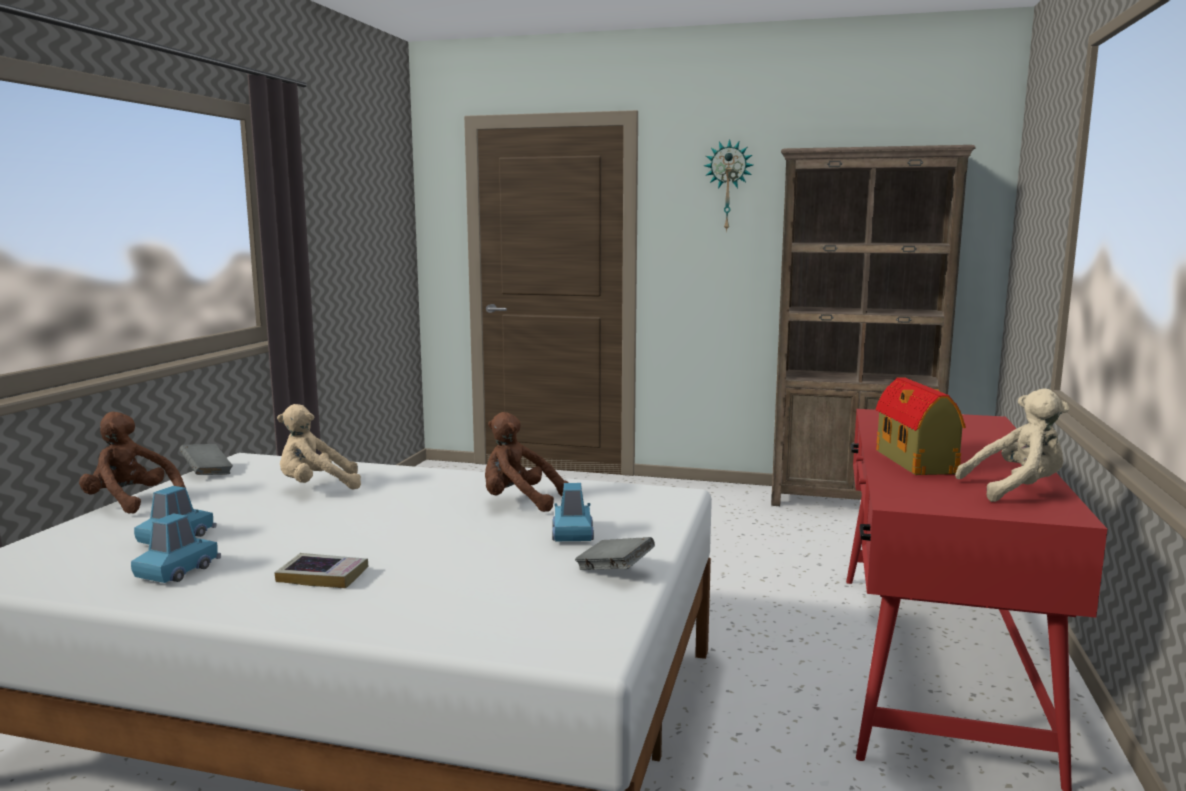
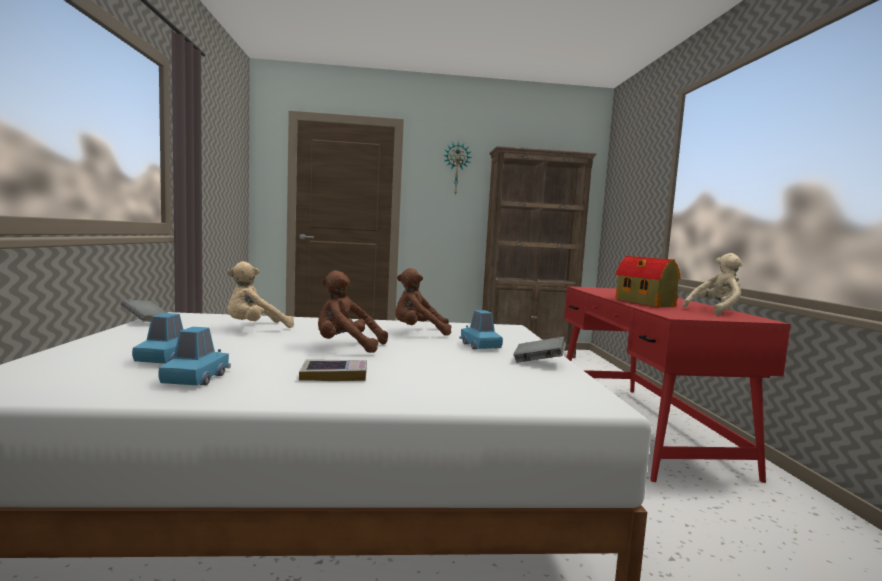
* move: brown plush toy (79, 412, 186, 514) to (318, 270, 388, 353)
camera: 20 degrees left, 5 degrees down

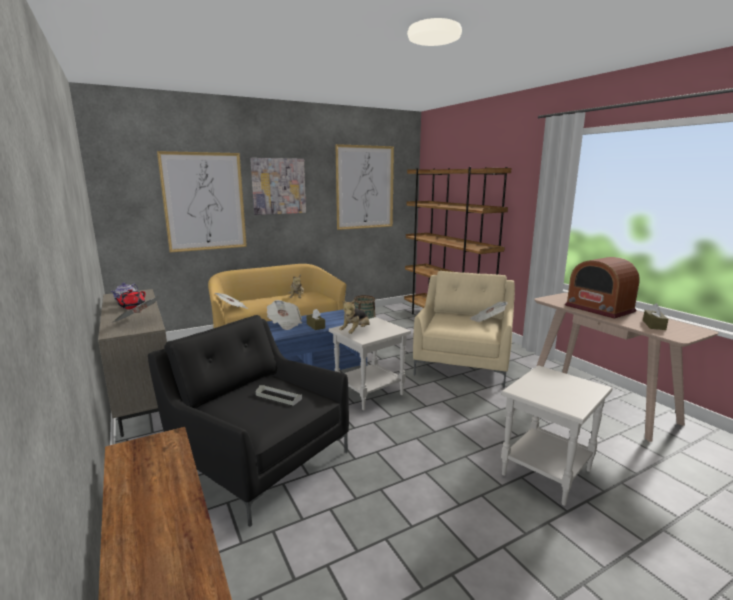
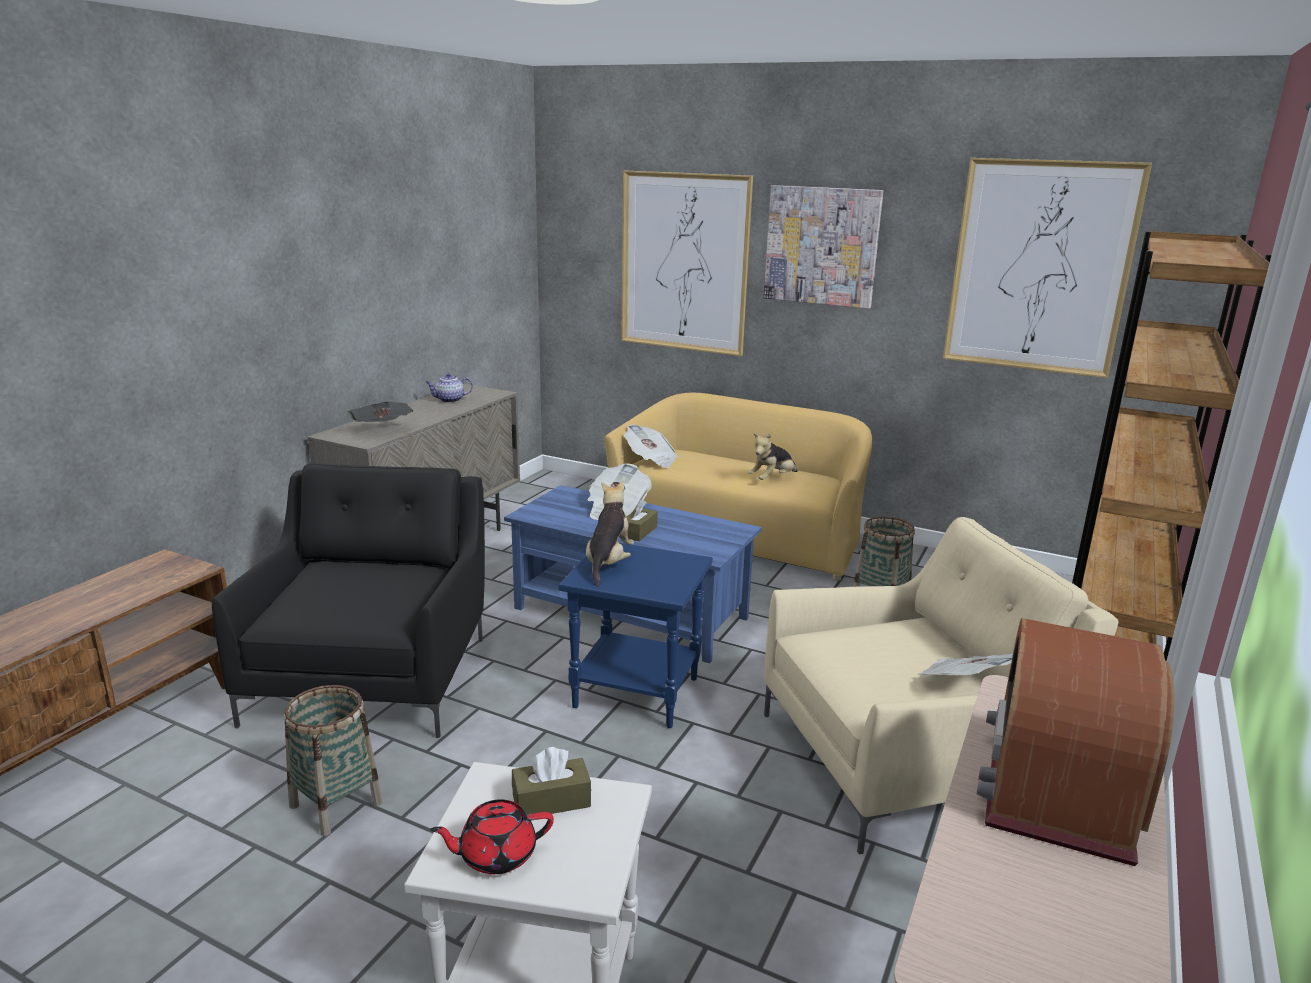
* move: red teapot (114, 289, 146, 309) to (430, 799, 554, 874)
* delete: grey tray (256, 385, 302, 406)
* recolor: white side table (329, 317, 411, 410) to blue side table (559, 543, 713, 728)
* rotate: plush toy (339, 300, 369, 334) = (586, 481, 634, 587) 105 degrees clockwise
* move: brown tissue box (643, 303, 668, 330) to (512, 747, 591, 814)
* insert: basket (284, 685, 383, 836)
camera: 55 degrees right, 5 degrees up

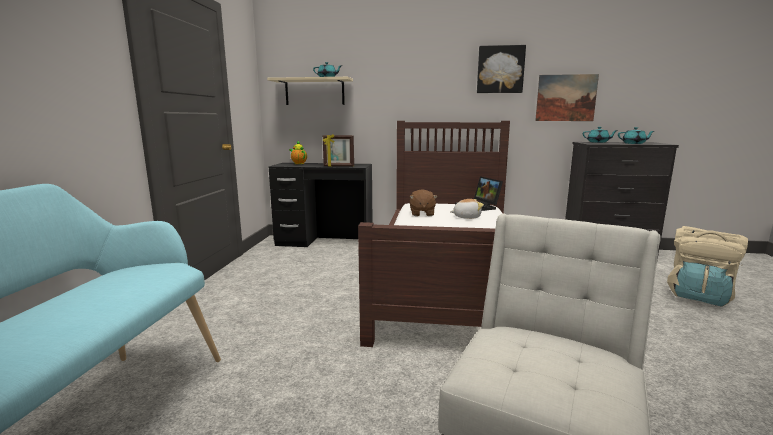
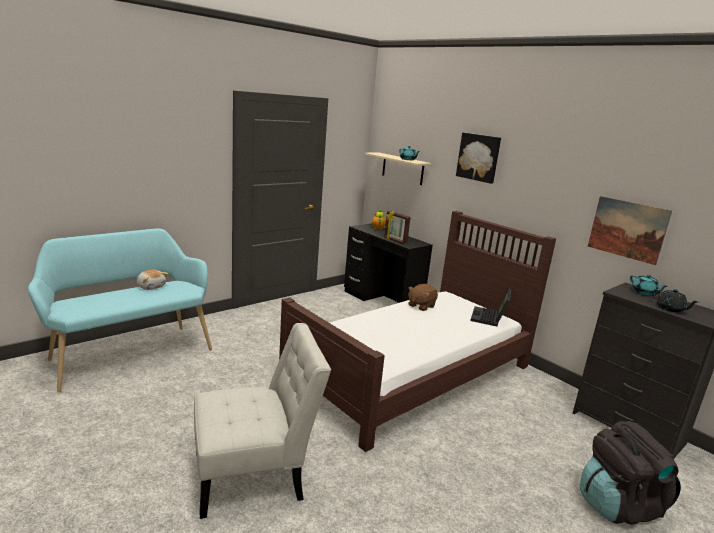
* move: plush toy (450, 199, 484, 219) to (137, 270, 168, 290)
* move: picture (477, 45, 526, 93) to (456, 133, 501, 184)
* recolor: turquoise teapot (618, 127, 654, 144) to black teapot (653, 289, 698, 312)
* recolor: beige backpack (667, 226, 748, 307) to black backpack (580, 421, 681, 525)
camera: 40 degrees right, 5 degrees up

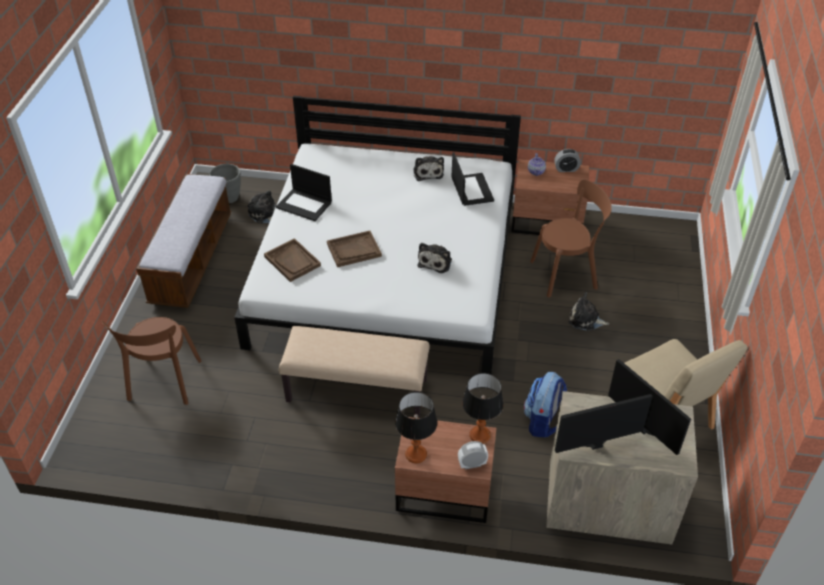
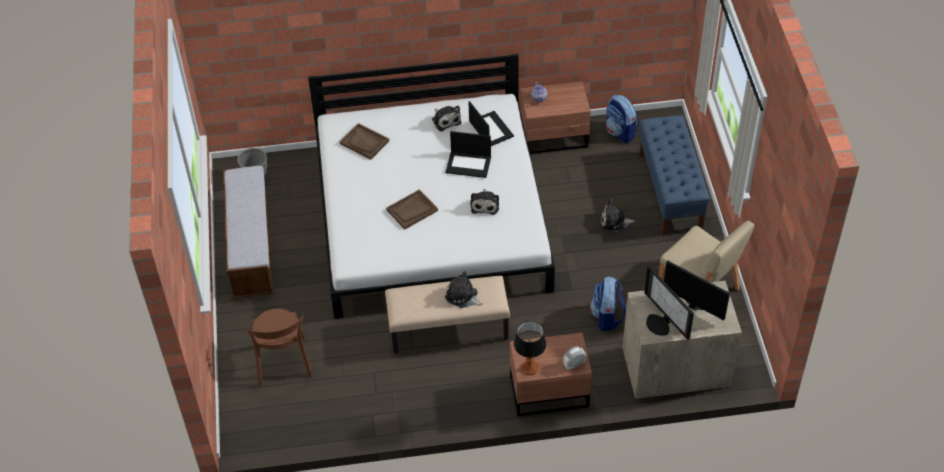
* move: plush toy (248, 190, 276, 223) to (445, 271, 482, 308)
* move: brown tray (264, 238, 321, 282) to (340, 123, 389, 160)
* move: laptop (276, 164, 332, 221) to (446, 131, 491, 178)
* delete: table lamp (462, 373, 504, 444)
* delete: brown chair (530, 179, 612, 297)
* delete: alarm clock (554, 149, 581, 172)
* rotate: monitor (555, 394, 653, 453) = (644, 266, 694, 340) 90 degrees counterclockwise
* insert: backpack (606, 95, 639, 143)
* insert: blue bench (639, 116, 710, 236)
camera: 15 degrees left, 5 degrees up

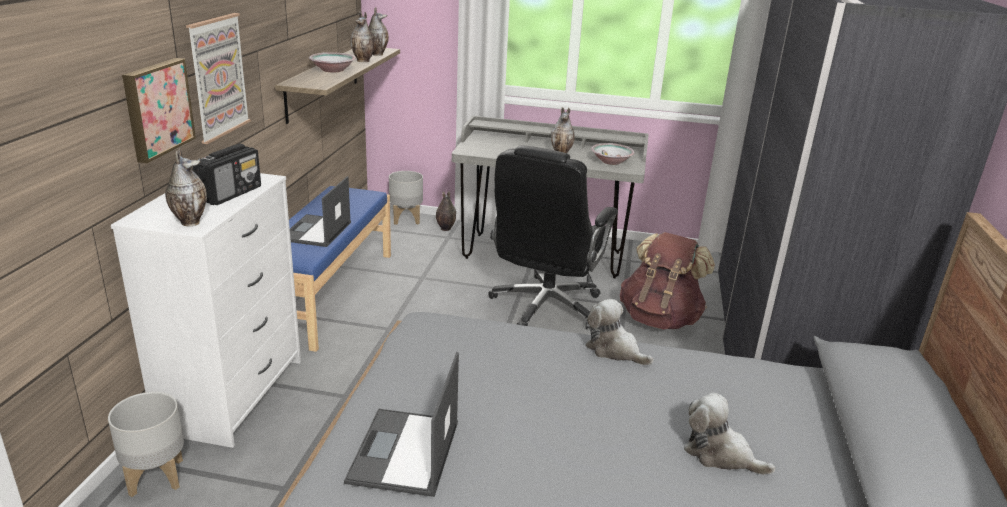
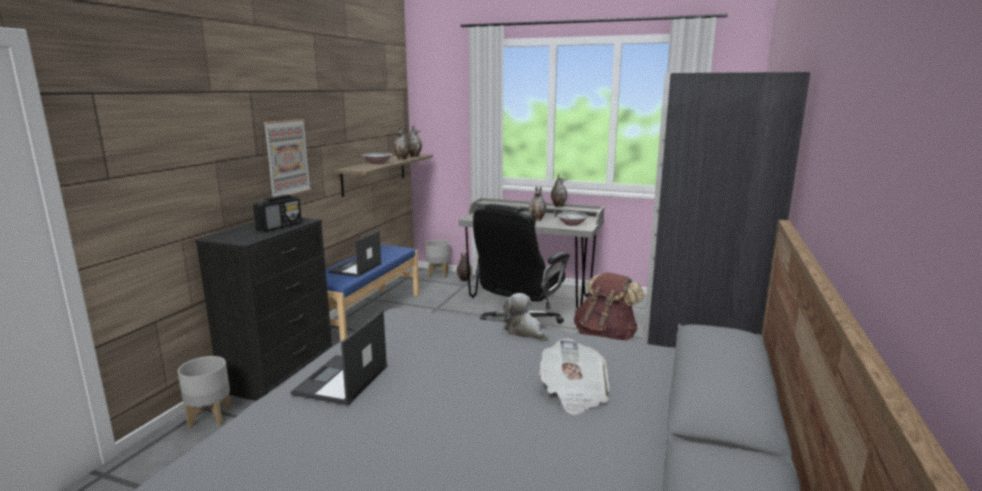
* recolor: white dresser (111, 173, 301, 448) to black dresser (195, 218, 332, 401)
* delete: picture (122, 58, 196, 163)
* move: vase (165, 148, 207, 226) to (551, 174, 567, 207)
* replace: plush toy (684, 393, 775, 475) to newspaper (539, 339, 609, 415)
camera: 10 degrees right, 10 degrees down

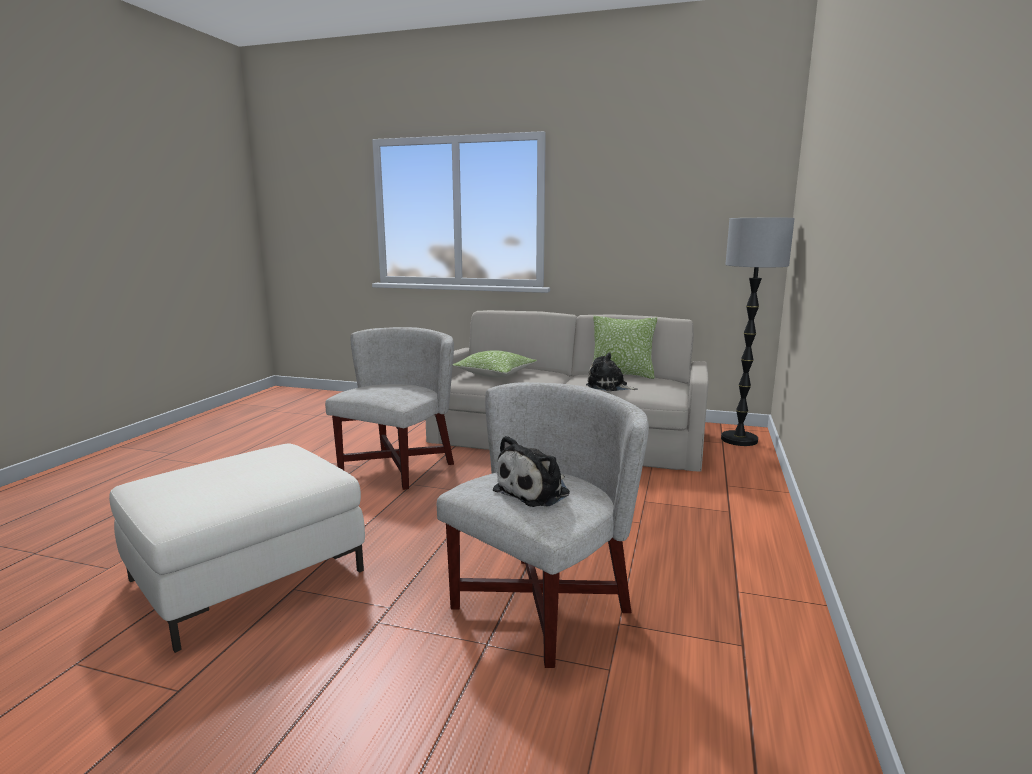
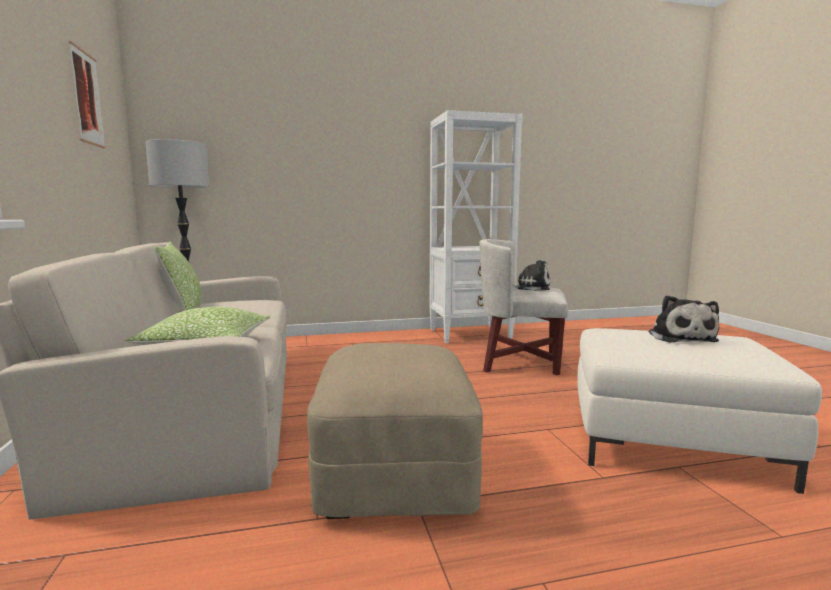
* replace: white armchair (325, 327, 454, 490) to beige ottoman (307, 343, 483, 519)
* move: plush toy (586, 353, 638, 391) to (649, 295, 719, 342)
* insert: picture (69, 41, 106, 148)
* insert: white bookcase (430, 110, 523, 343)
camera: 120 degrees left, 5 degrees down

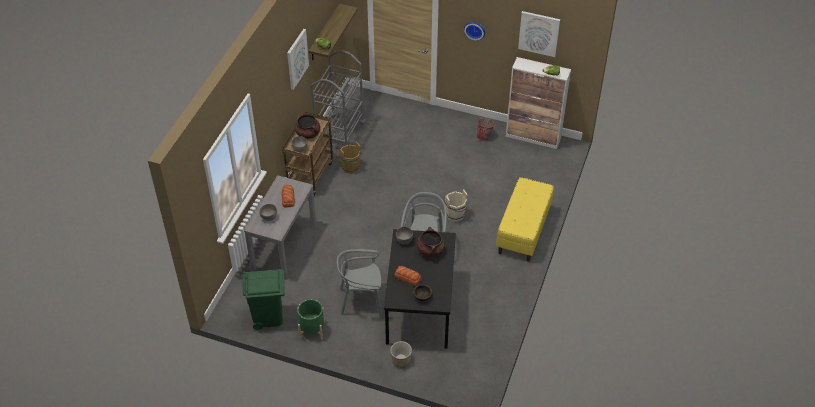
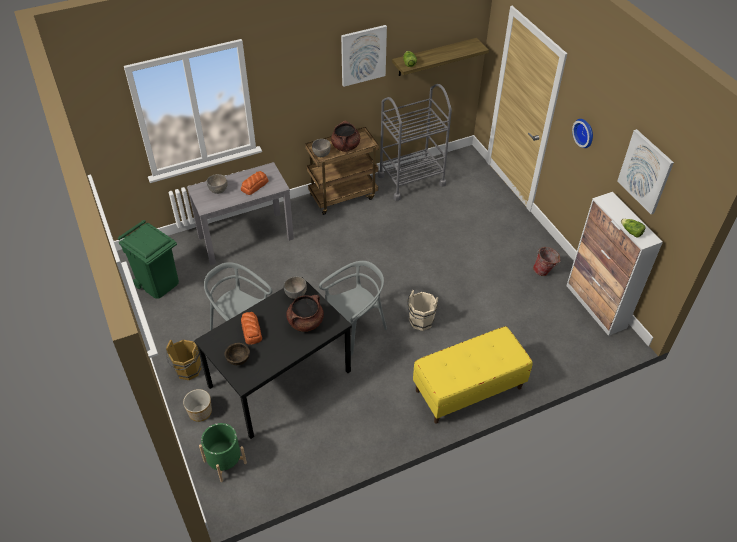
* move: green planter (297, 299, 325, 340) to (199, 423, 247, 482)
* move: brown bucket (339, 141, 362, 174) to (166, 339, 202, 380)
camera: 45 degrees right, 0 degrees up

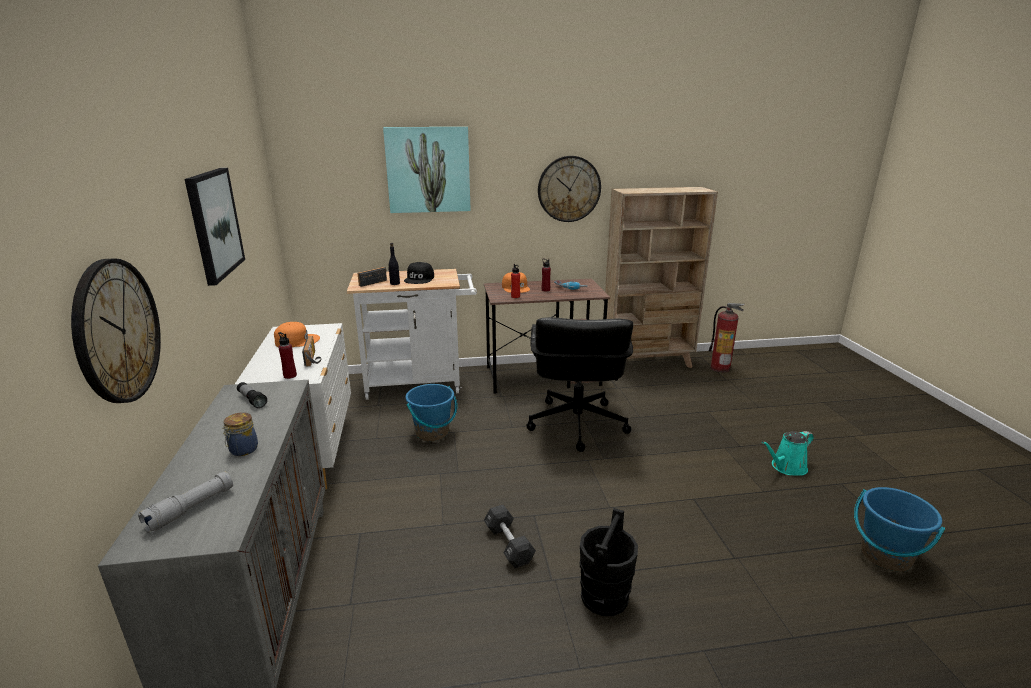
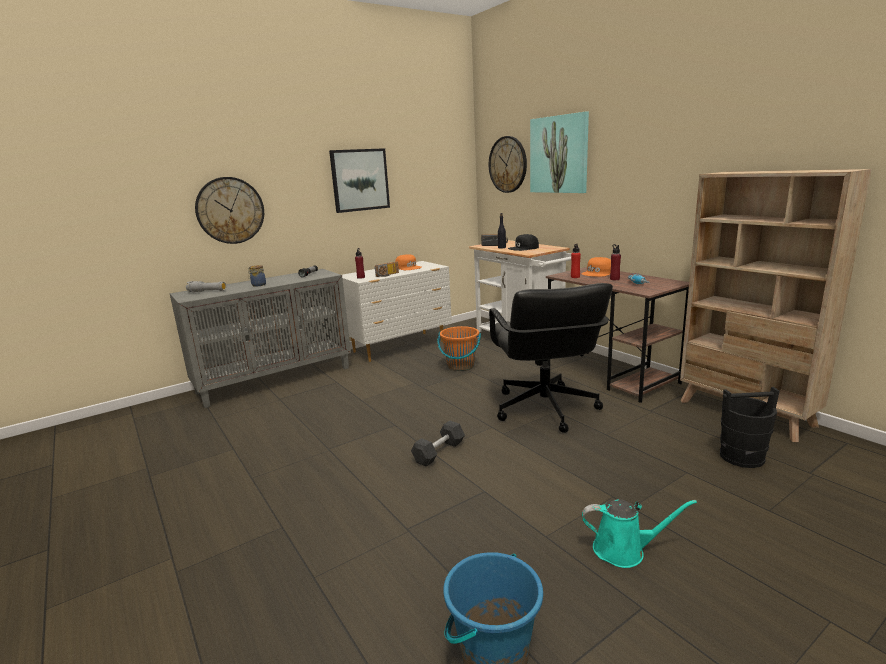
* recolor: blue bucket (406, 384, 457, 441) to orange bucket (438, 326, 481, 371)
* move: black dumbbell (484, 505, 536, 568) to (411, 421, 465, 467)
* rotate: black office chair (526, 317, 633, 452) = (489, 283, 613, 433) 75 degrees counterclockwise
* move: wall clock (538, 156, 601, 222) to (489, 136, 527, 193)
* move: black bucket (580, 508, 638, 616) to (720, 387, 780, 468)
* delete: fire extinguisher (709, 303, 745, 372)
* rotate: turquoise watering can (762, 431, 814, 476) = (582, 499, 697, 568) 150 degrees clockwise
camera: 65 degrees right, 5 degrees down

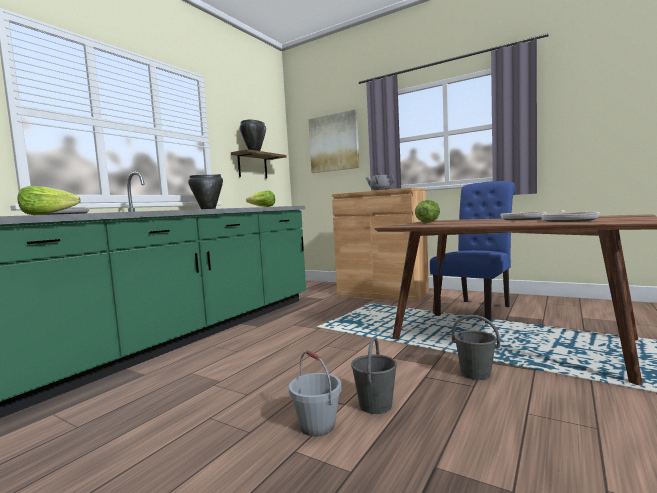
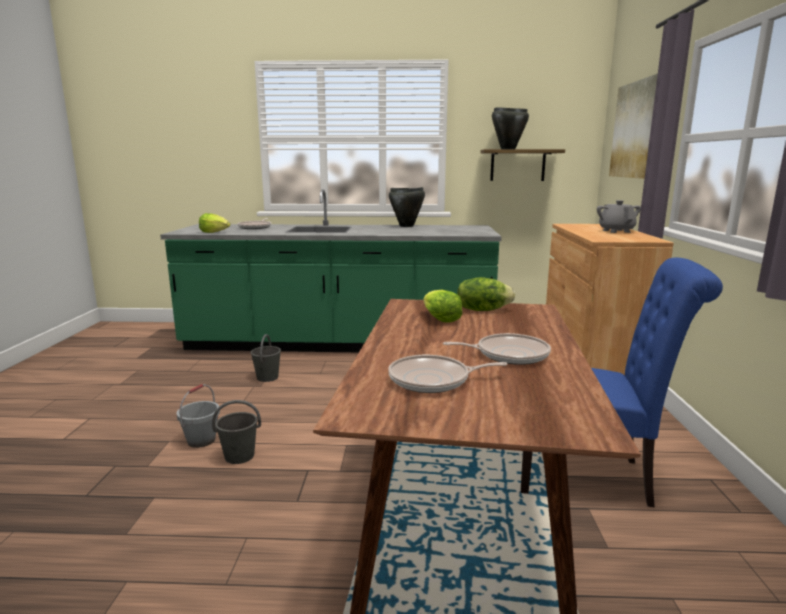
* move: lettuce (246, 190, 275, 207) to (424, 290, 462, 323)
* move: grey bucket (452, 315, 500, 380) to (251, 334, 281, 382)
camera: 60 degrees right, 10 degrees up

